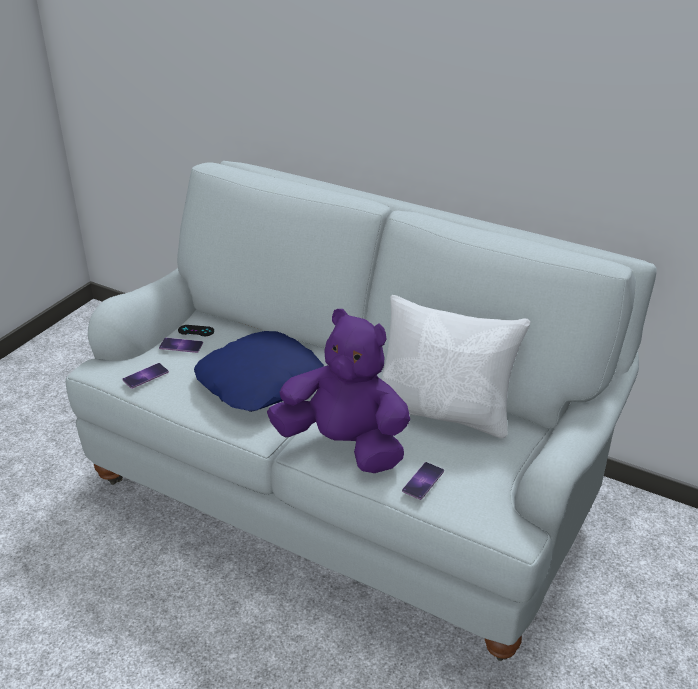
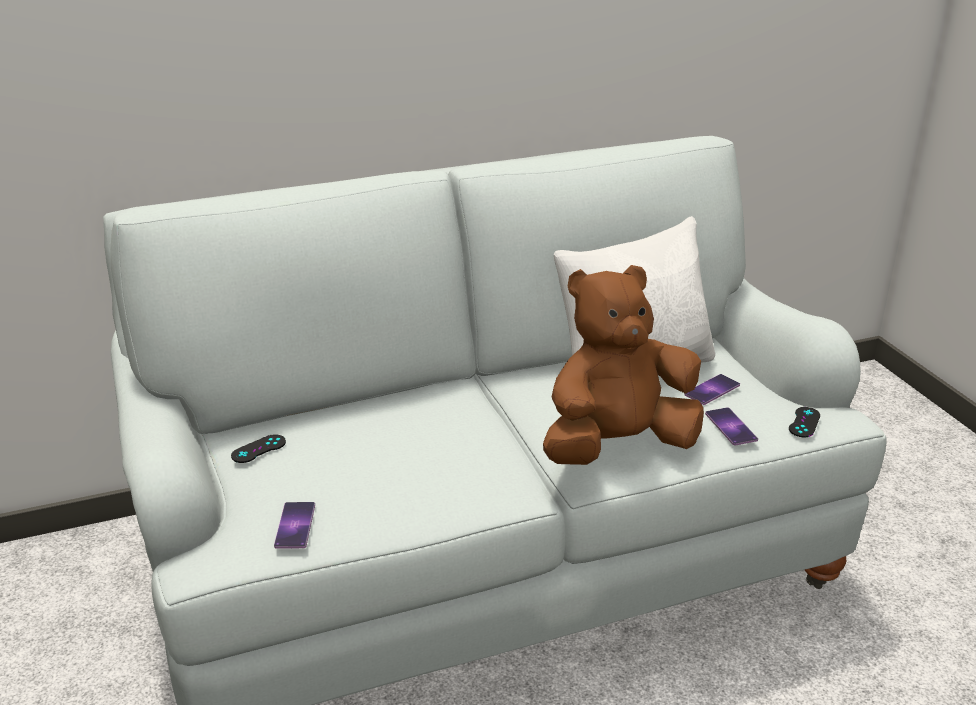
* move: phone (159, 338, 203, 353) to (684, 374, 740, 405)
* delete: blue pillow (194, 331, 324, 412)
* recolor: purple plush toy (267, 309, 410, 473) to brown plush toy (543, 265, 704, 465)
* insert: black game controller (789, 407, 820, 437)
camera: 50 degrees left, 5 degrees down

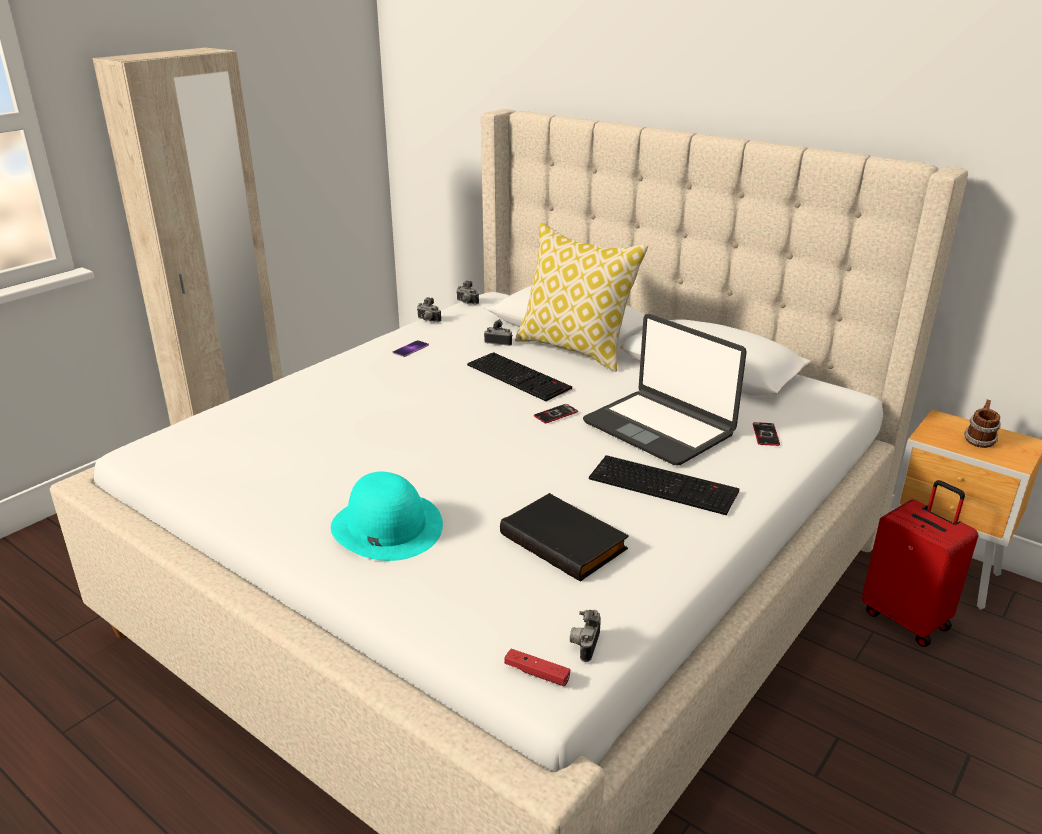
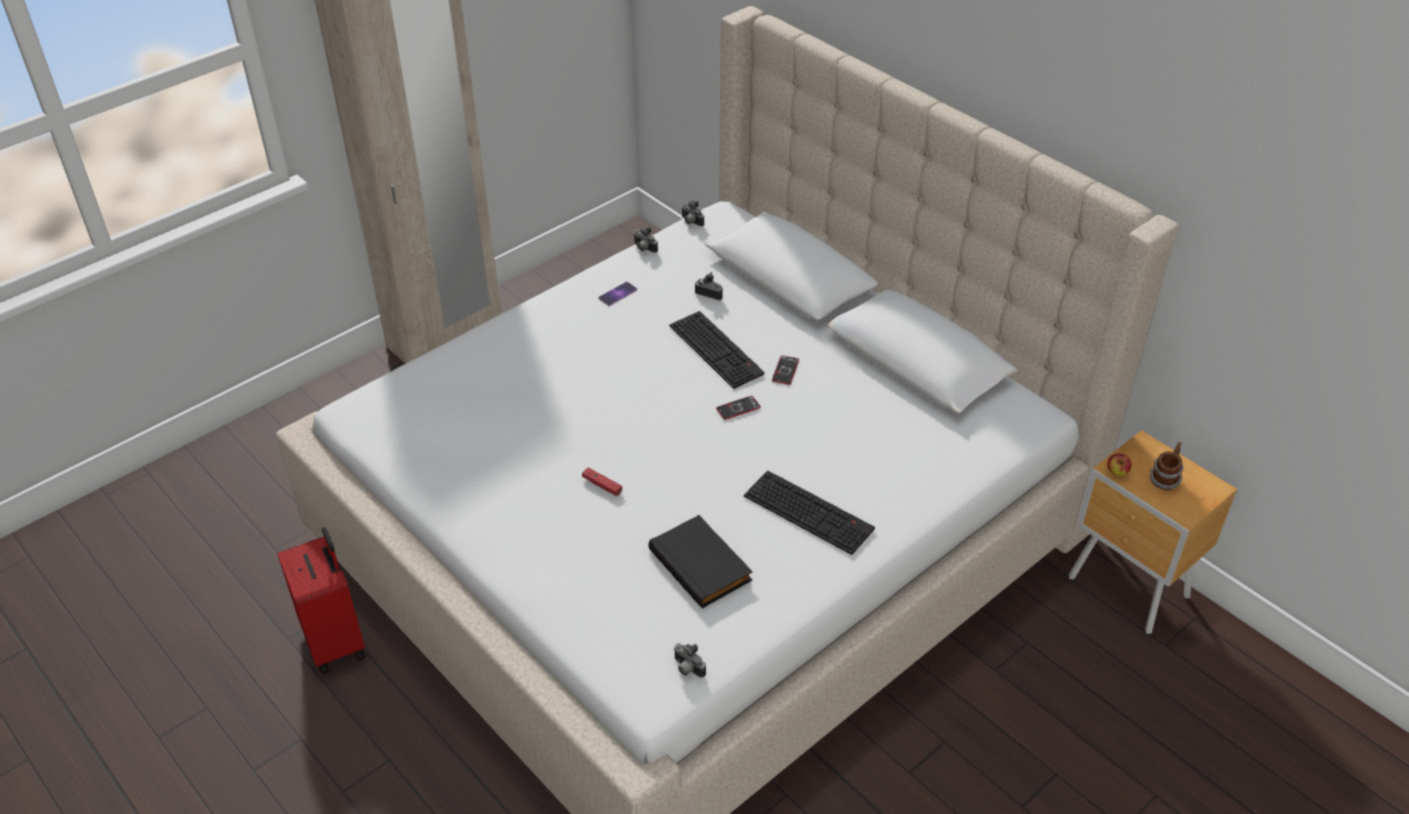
* delete: turquoise hat (331, 472, 443, 561)
* move: red game controller (504, 649, 570, 686) to (582, 467, 622, 496)
* delete: pillow (515, 223, 648, 372)
* rotate: photo camera (570, 610, 601, 662) = (674, 643, 706, 678) 75 degrees counterclockwise
* delete: laptop (583, 314, 747, 465)
* move: phone (753, 422, 780, 446) to (772, 356, 799, 385)
* move: red suitcase (862, 480, 978, 647) to (277, 527, 365, 674)
* insert: apple (1107, 454, 1132, 476)
camera: 10 degrees right, 15 degrees up

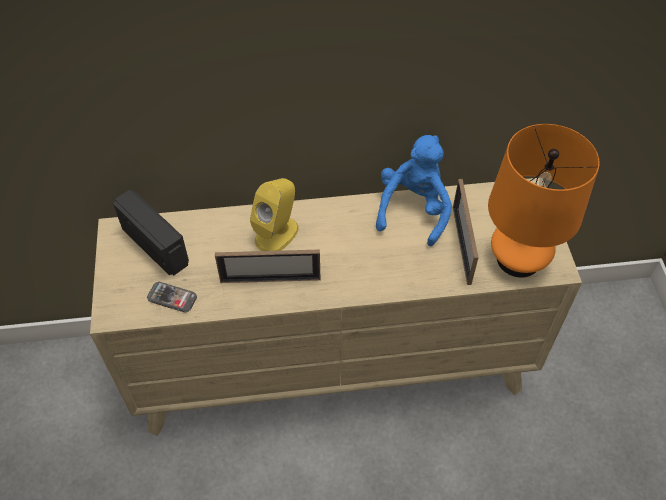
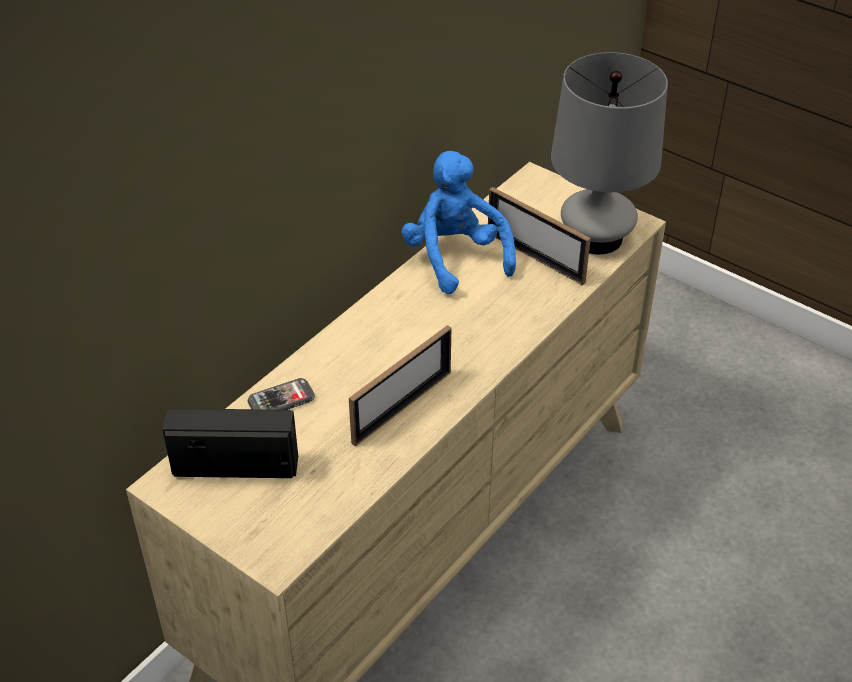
* move: phone (147, 282, 197, 313) to (248, 378, 315, 410)
* delete: yellow speaker (250, 178, 299, 251)
* recolor: orange table lamp (488, 124, 600, 278) to grey table lamp (551, 52, 668, 255)
camera: 45 degrees left, 10 degrees down

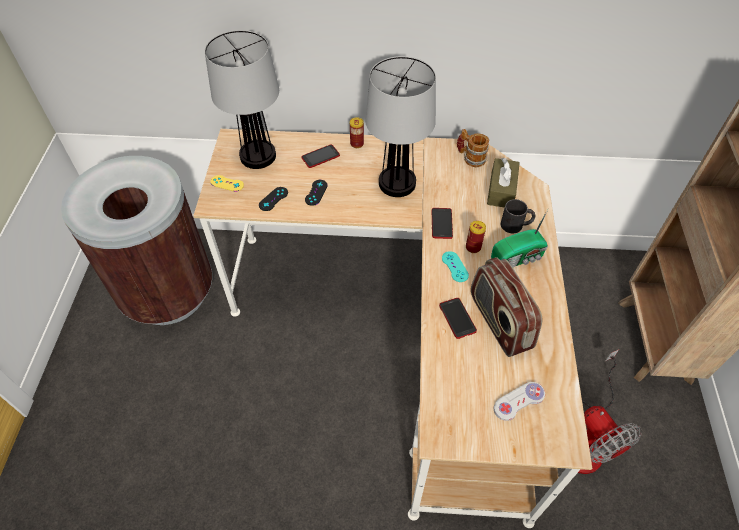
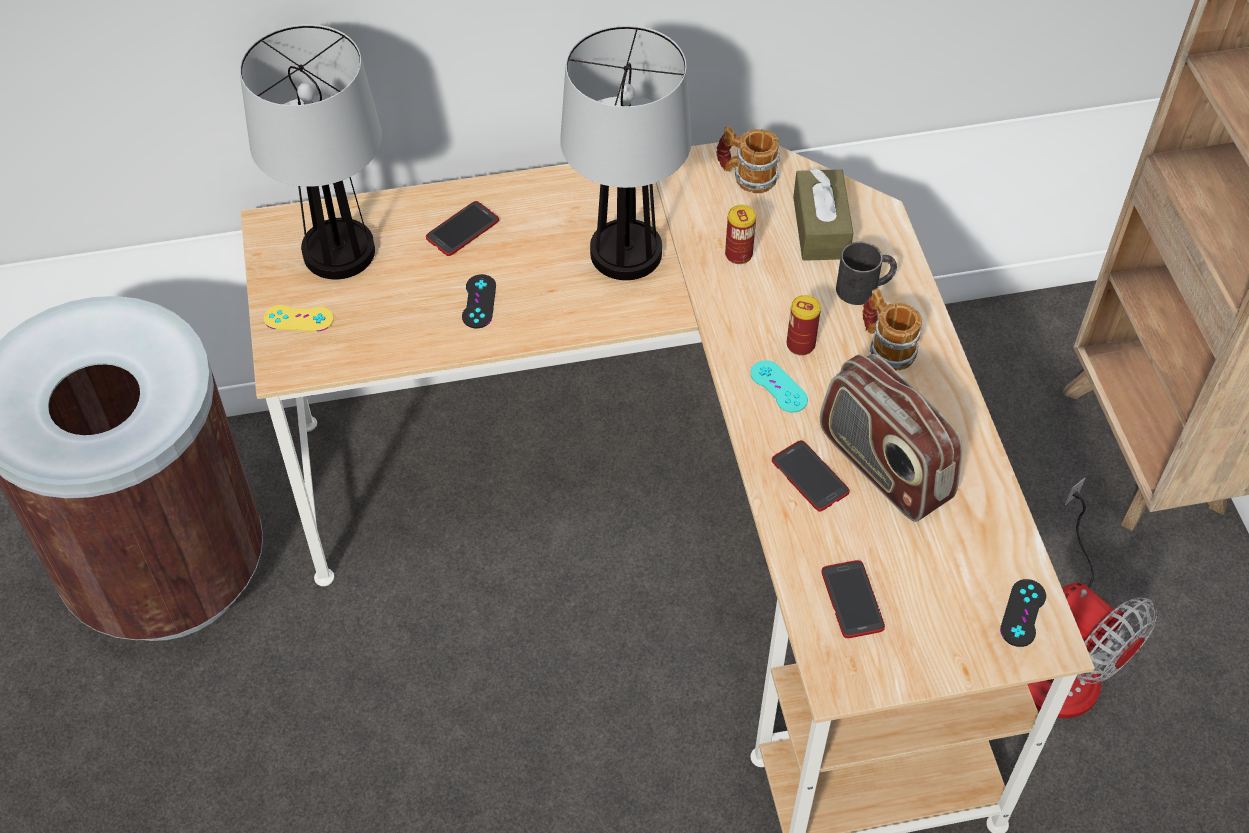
* move: black game controller (259, 187, 288, 211) to (1000, 579, 1046, 647)
* move: can (350, 117, 364, 148) to (725, 205, 756, 264)
* move: phone (432, 208, 453, 239) to (821, 560, 885, 638)
* replace: radio (491, 208, 549, 267) to mug (863, 288, 922, 371)
* delete: white game controller (494, 382, 545, 421)
camera: 15 degrees left, 0 degrees up

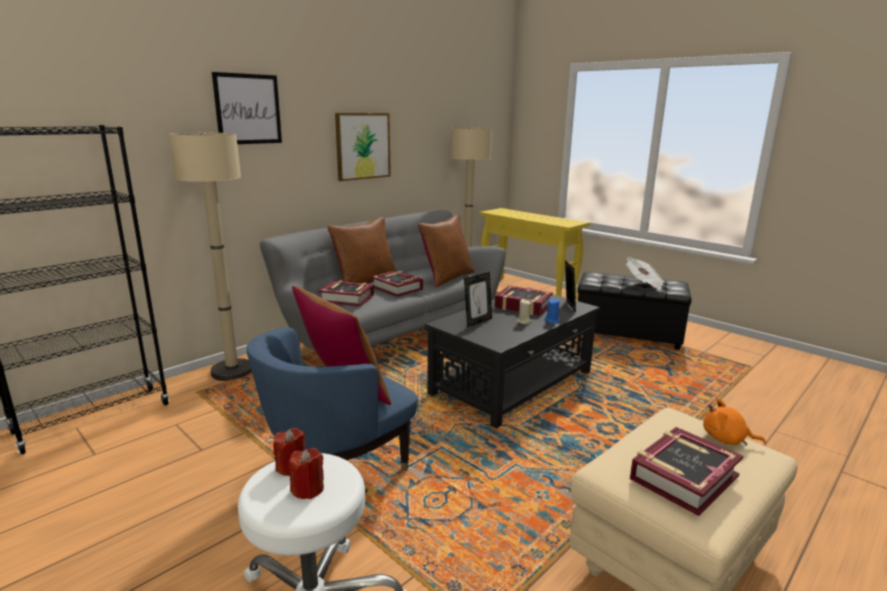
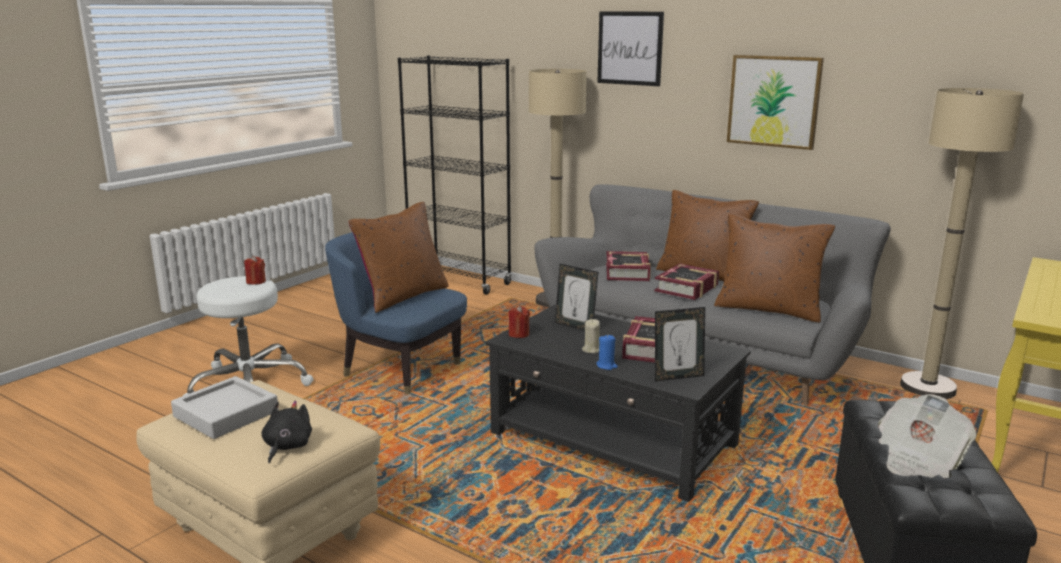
* move: red candle (288, 448, 324, 499) to (508, 306, 530, 338)
* replace: book (630, 427, 743, 516) to grey tray (171, 376, 279, 439)
* recolor: orange plush toy (703, 399, 766, 446) to black plush toy (261, 401, 312, 464)
camera: 80 degrees right, 0 degrees up

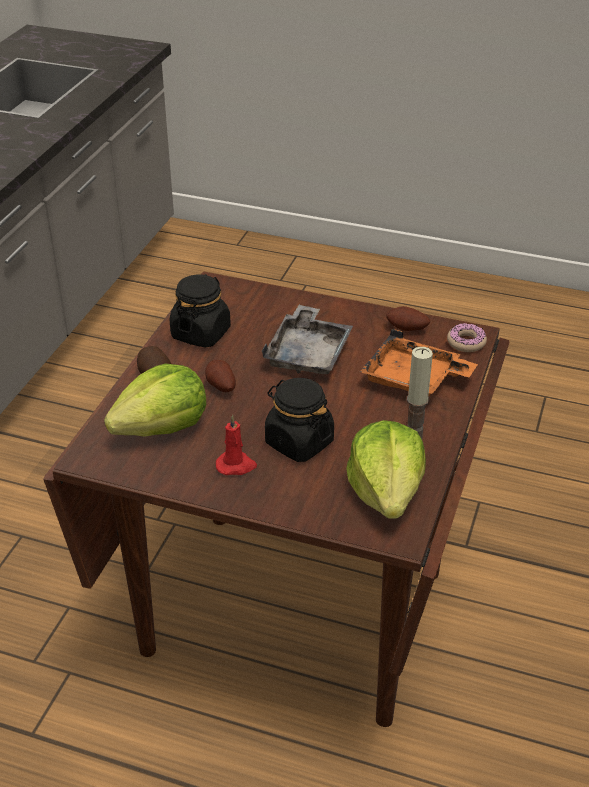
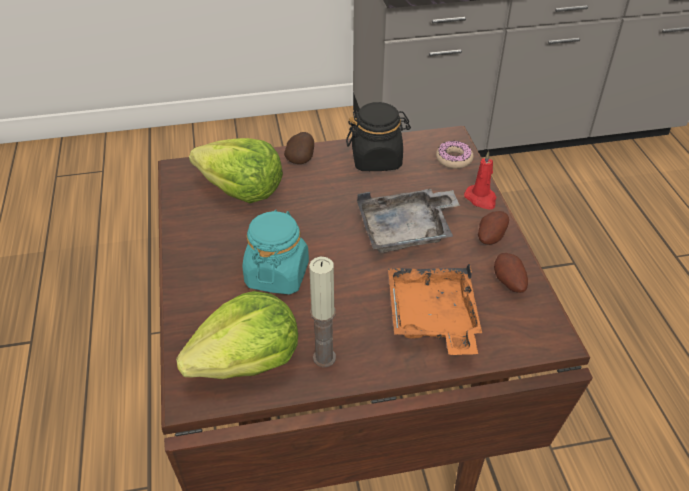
* move: potato (205, 360, 236, 392) to (478, 211, 509, 245)
* move: red candle (216, 414, 257, 475) to (464, 151, 497, 210)
* recolor: black jar (265, 378, 334, 462) to turquoise jar (242, 209, 309, 295)
* move: donut (447, 323, 487, 352) to (436, 141, 474, 169)
camera: 60 degrees right, 5 degrees up

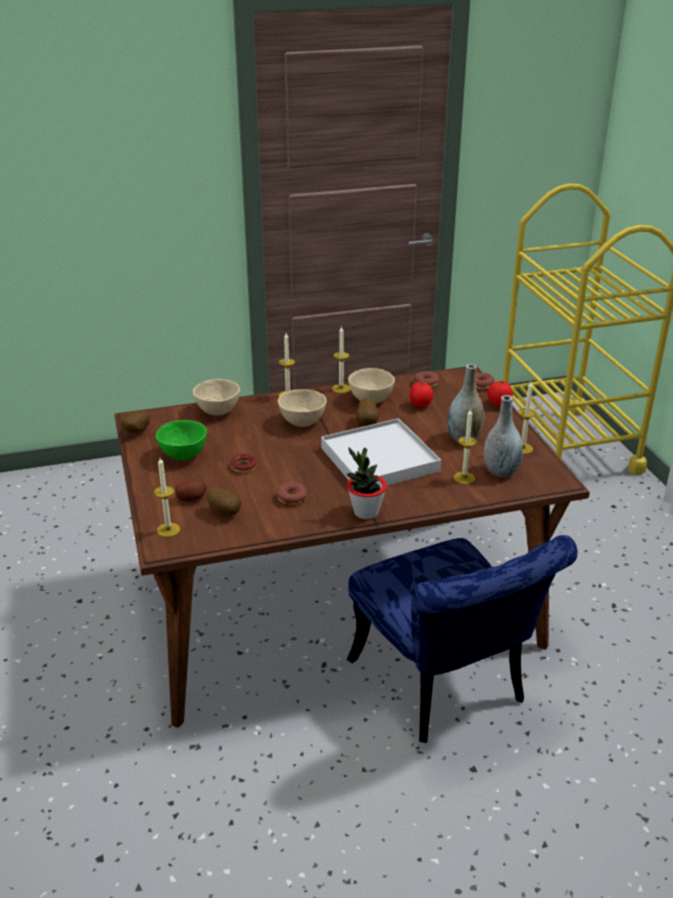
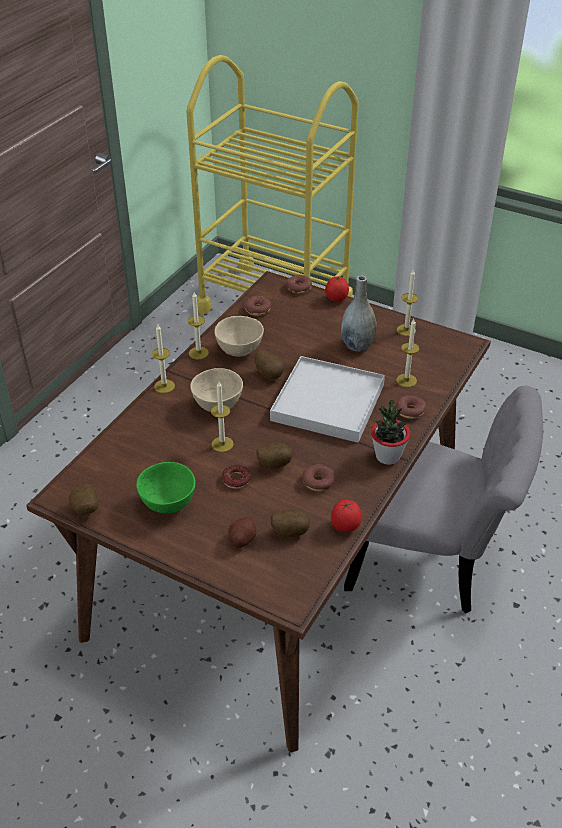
* move: candle (154, 458, 180, 537) to (211, 381, 234, 452)
* delete: beige bowl (193, 379, 240, 416)
* recolor: blue chair (347, 535, 578, 743) to grey chair (344, 385, 543, 613)
* move: tomato (410, 382, 433, 407) to (331, 500, 362, 532)
* delete: grey vase (484, 395, 523, 477)
* insert: potato (256, 443, 293, 469)
* insert: donut (396, 395, 426, 419)
camera: 45 degrees left, 10 degrees up

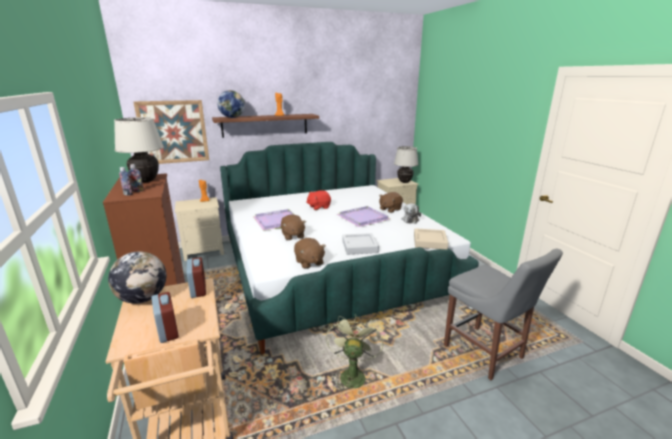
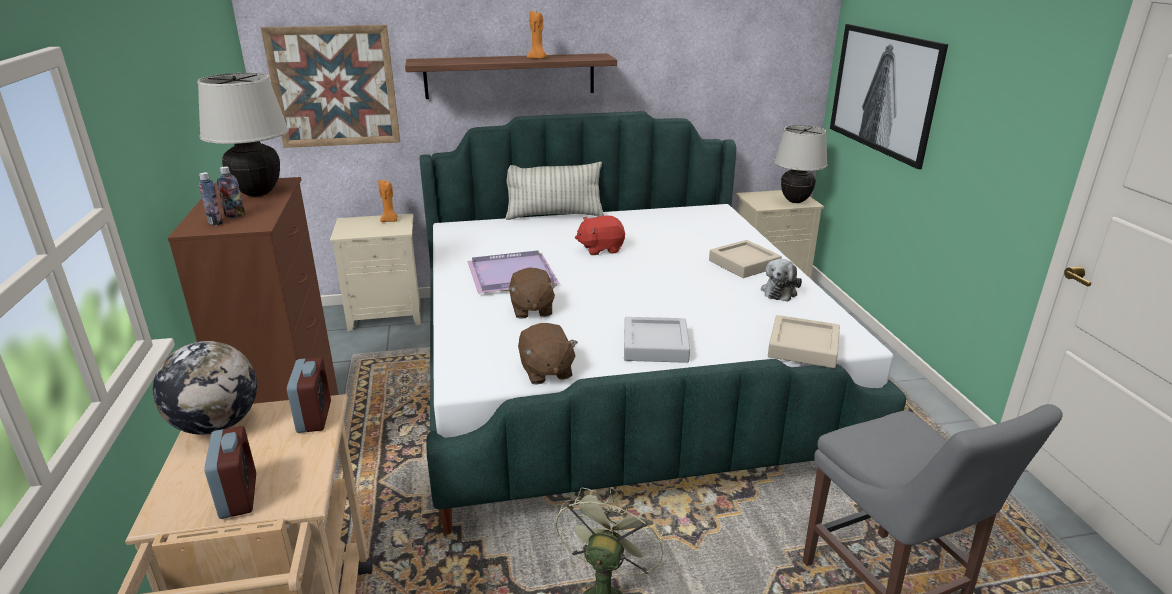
* delete: globe (217, 90, 245, 118)
* delete: purple tray (337, 206, 391, 227)
* replace: brown plush toy (379, 192, 403, 213) to beige tray (709, 240, 782, 278)
* insert: pillow (505, 162, 604, 220)
* insert: picture (830, 24, 948, 169)
camera: 10 degrees right, 5 degrees up

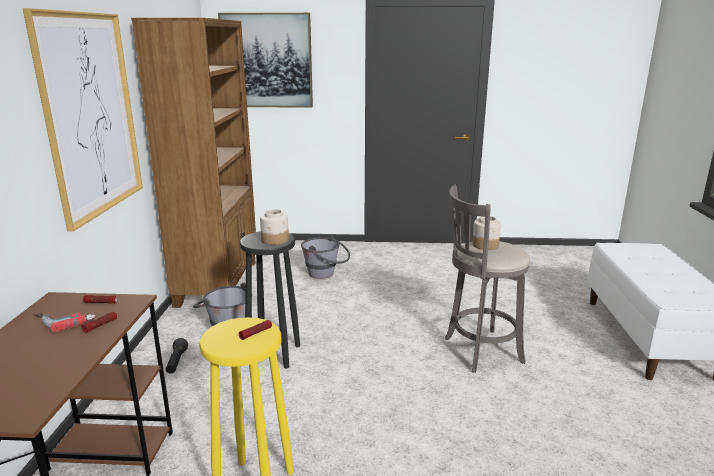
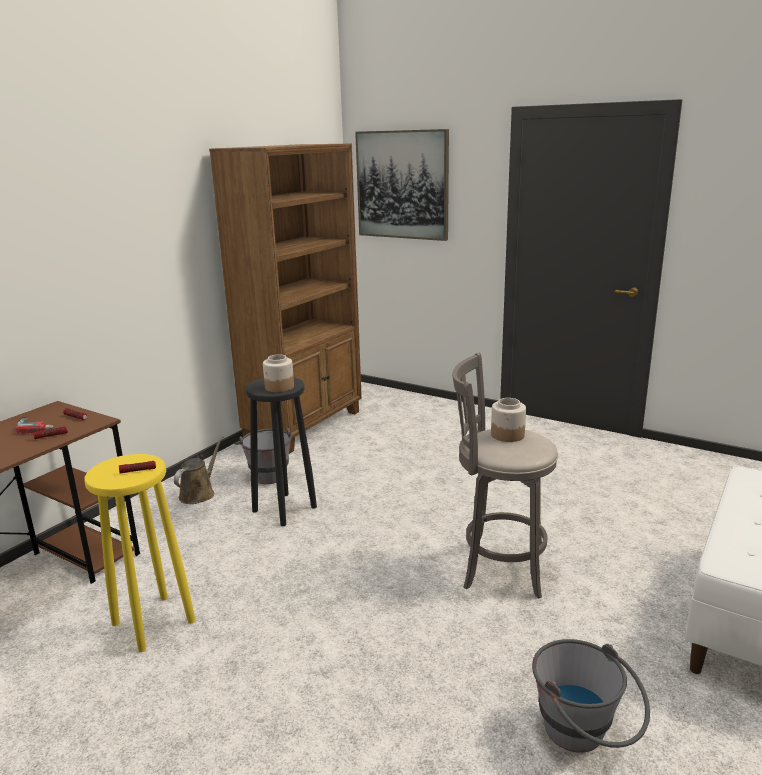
* delete: picture (23, 8, 143, 232)
* replace: black flashlight (166, 338, 188, 374) to brown watering can (174, 436, 223, 504)
* move: grey bucket (301, 234, 350, 279) to (532, 639, 650, 753)
camera: 30 degrees right, 0 degrees up

